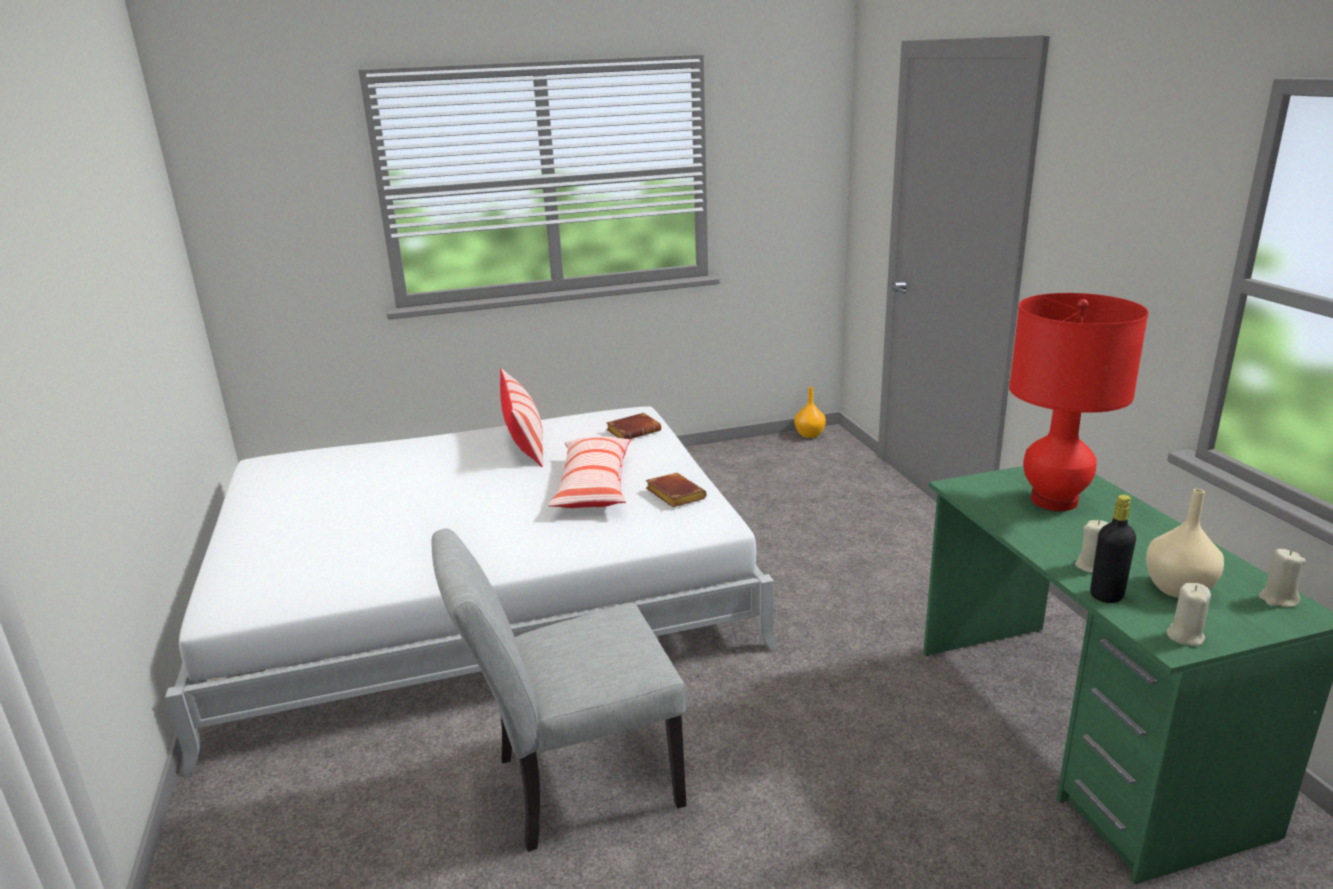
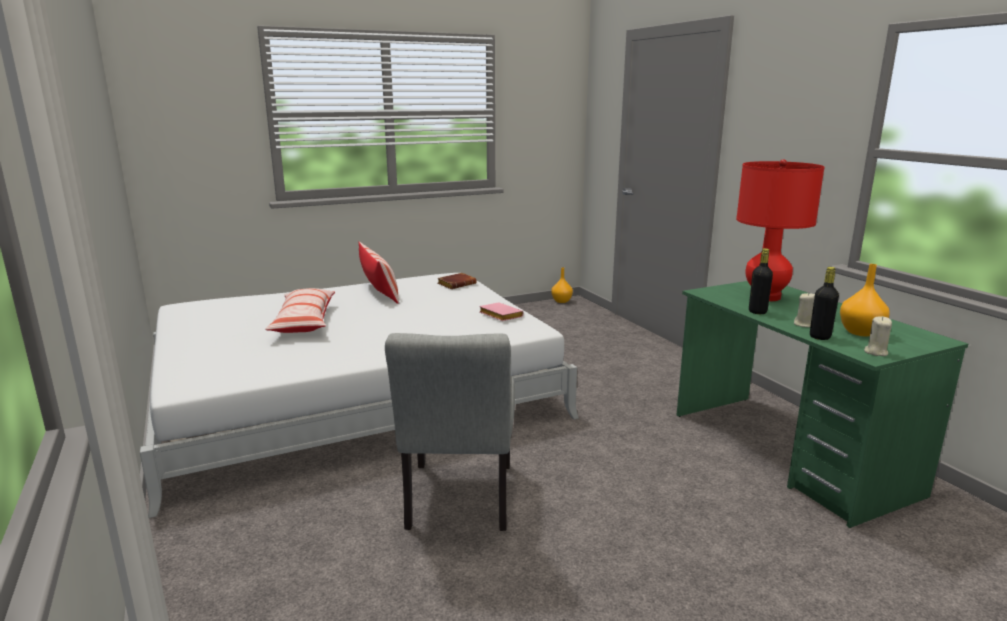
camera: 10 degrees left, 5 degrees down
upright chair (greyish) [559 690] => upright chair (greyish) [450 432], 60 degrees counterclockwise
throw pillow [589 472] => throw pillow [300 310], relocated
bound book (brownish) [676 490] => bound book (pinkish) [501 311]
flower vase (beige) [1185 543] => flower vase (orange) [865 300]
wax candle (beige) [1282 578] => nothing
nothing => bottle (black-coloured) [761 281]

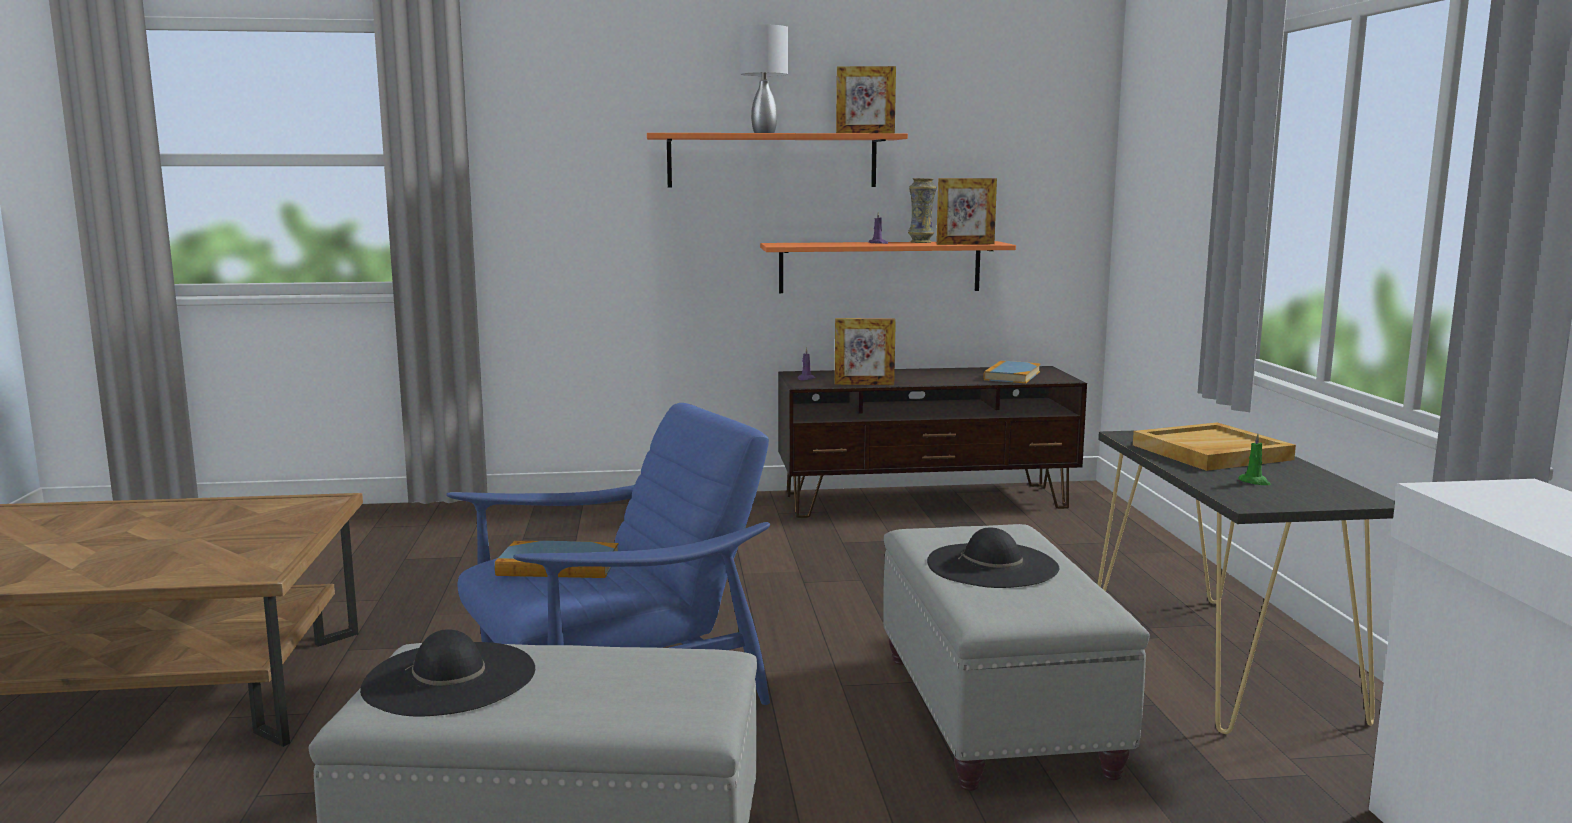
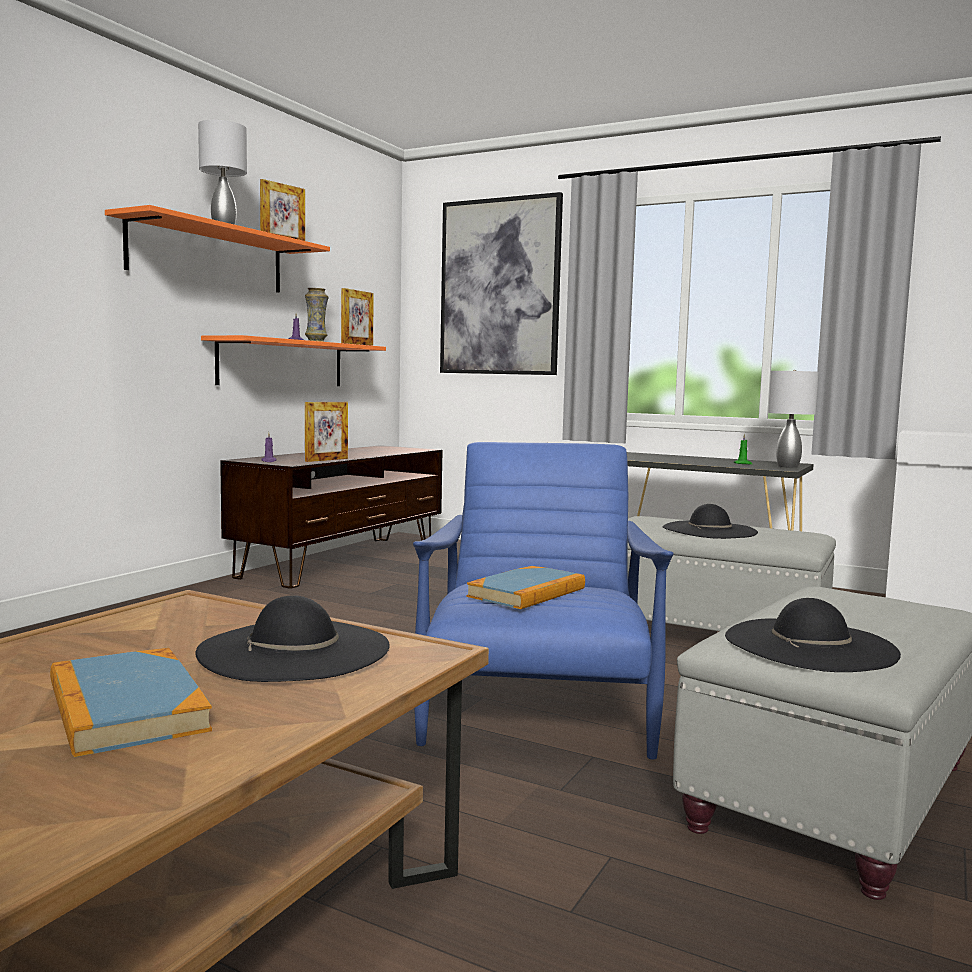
camera: 55 degrees left, 5 degrees down
bound book [1011 372] => bound book [131 702], relocated
serving tray (beige) [1214 446] => nothing
nothing => wearable hat (black-coloured) [292 638]
nothing => picture [501 283]
nothing => lamp for a table (greyish) [793 419]

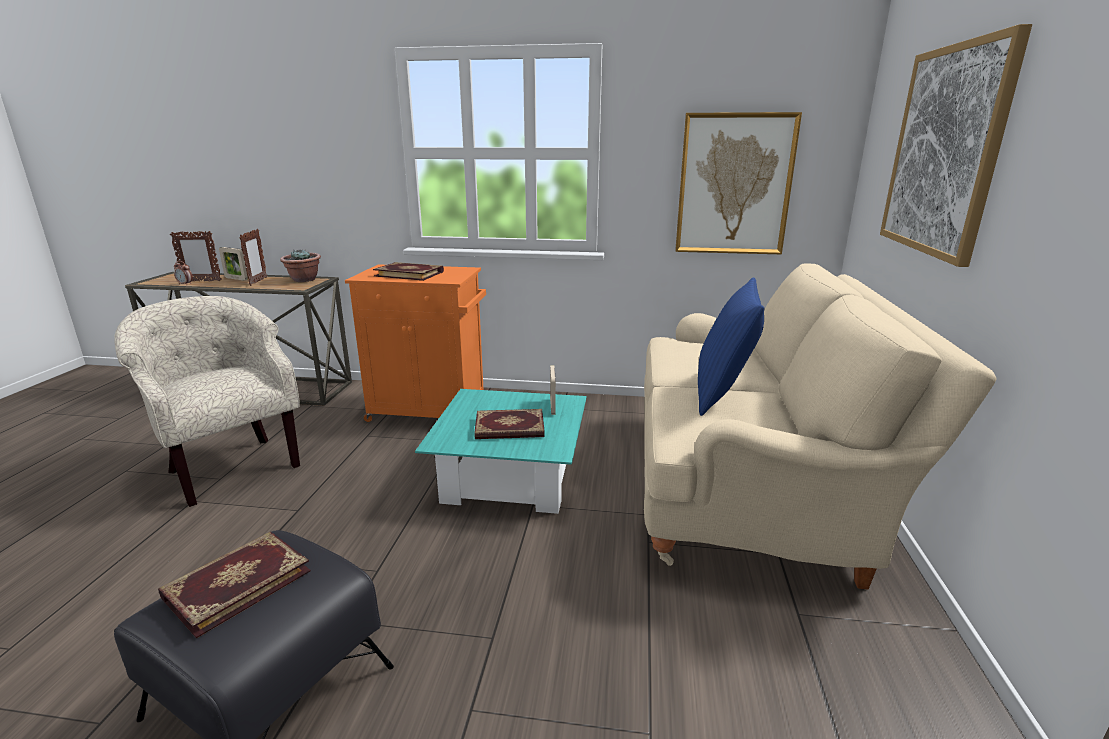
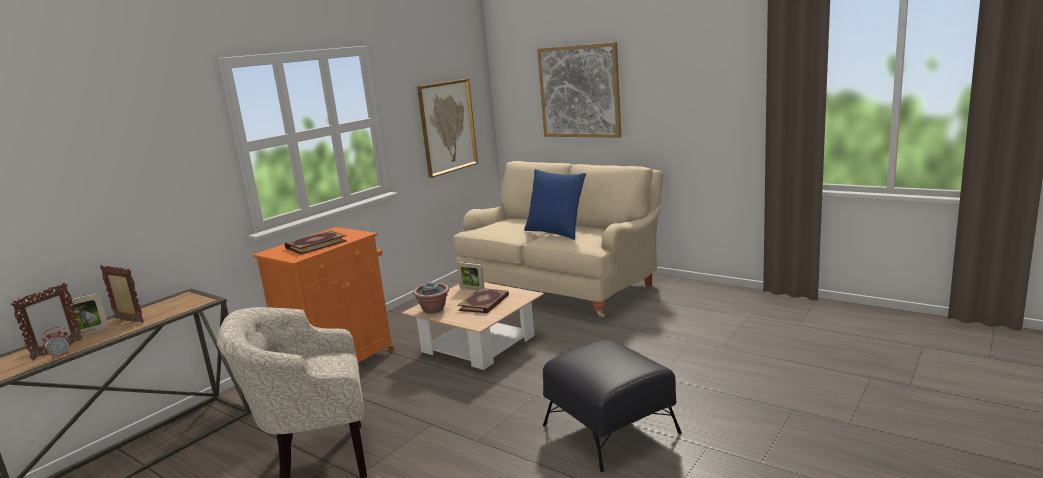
camera: 60 degrees left, 5 degrees down
bound book [234 585] => nothing
houseplant [300 265] => houseplant [431 297], relocated
coffee table (turquoise) [501 451] => coffee table (beige) [473 326]

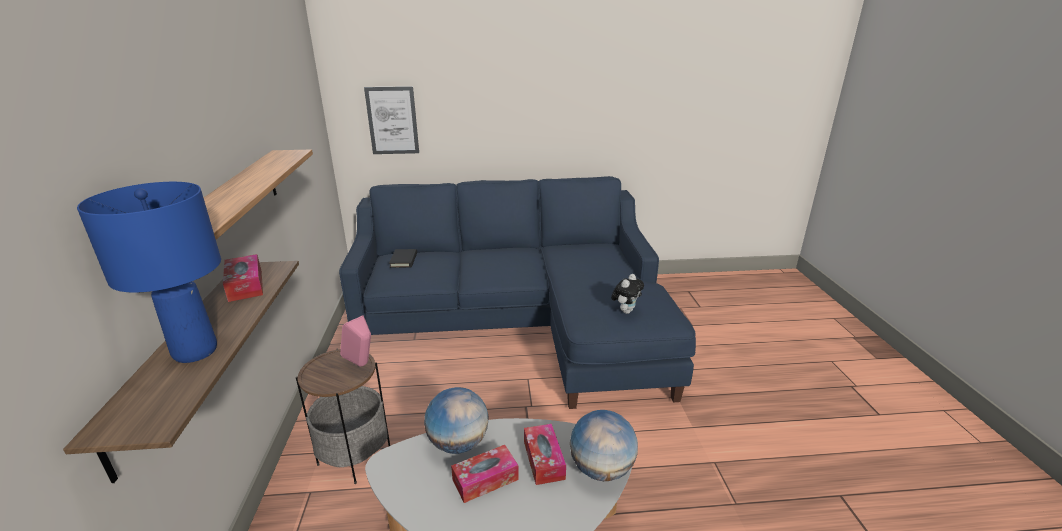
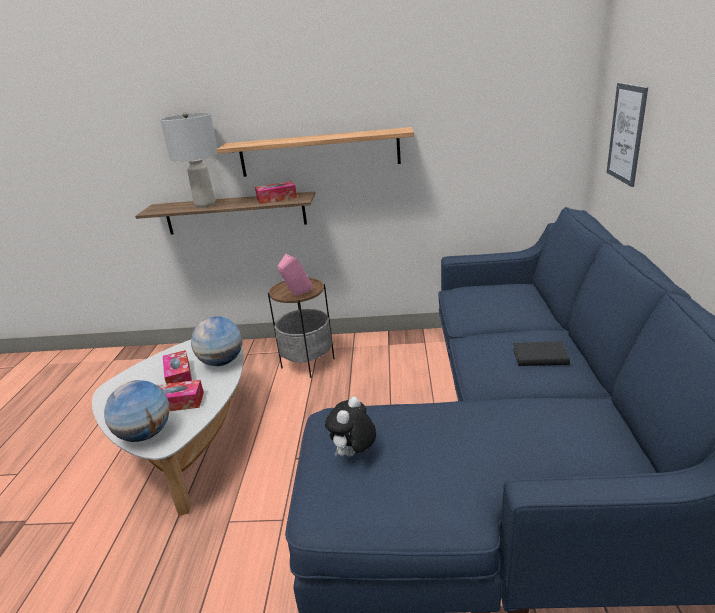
camera: 100 degrees right, 0 degrees up
lamp for a table (blue) [149 272] => lamp for a table (greyish) [189 160]
bound book (black-coloured) [403 258] => bound book (black-coloured) [541 353], relocated
cuddly toy [627 294] => cuddly toy [350 426], 75 degrees clockwise

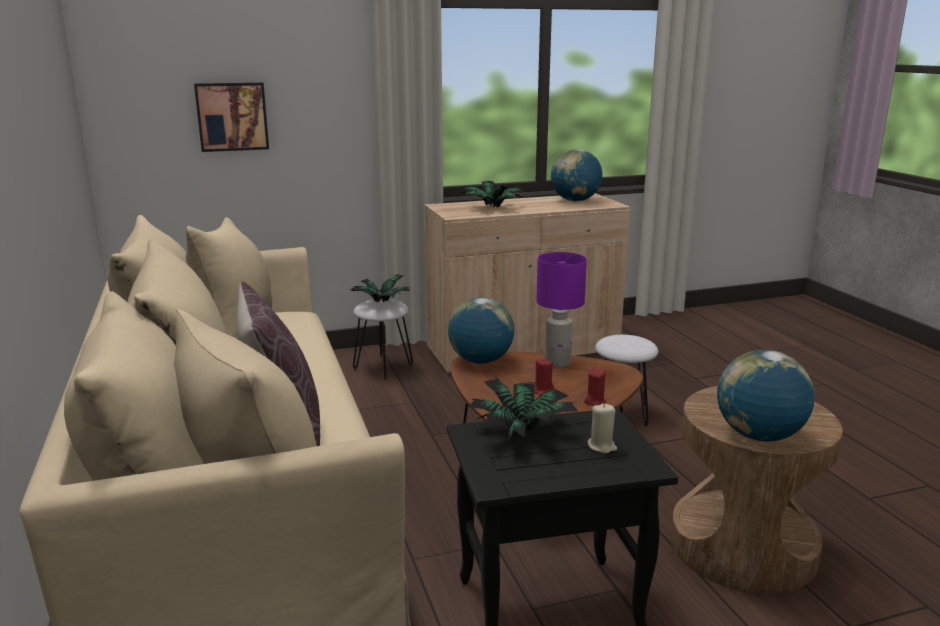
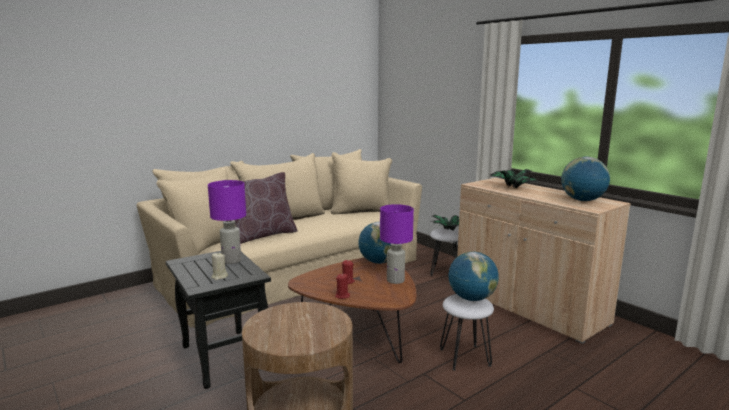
camera: 70 degrees right, 5 degrees down
picture [231 117] => nothing
houseplant [522 409] => lamp for a table (purple-coloured) [227 222]
globe [766 395] => globe [473 276], relocated

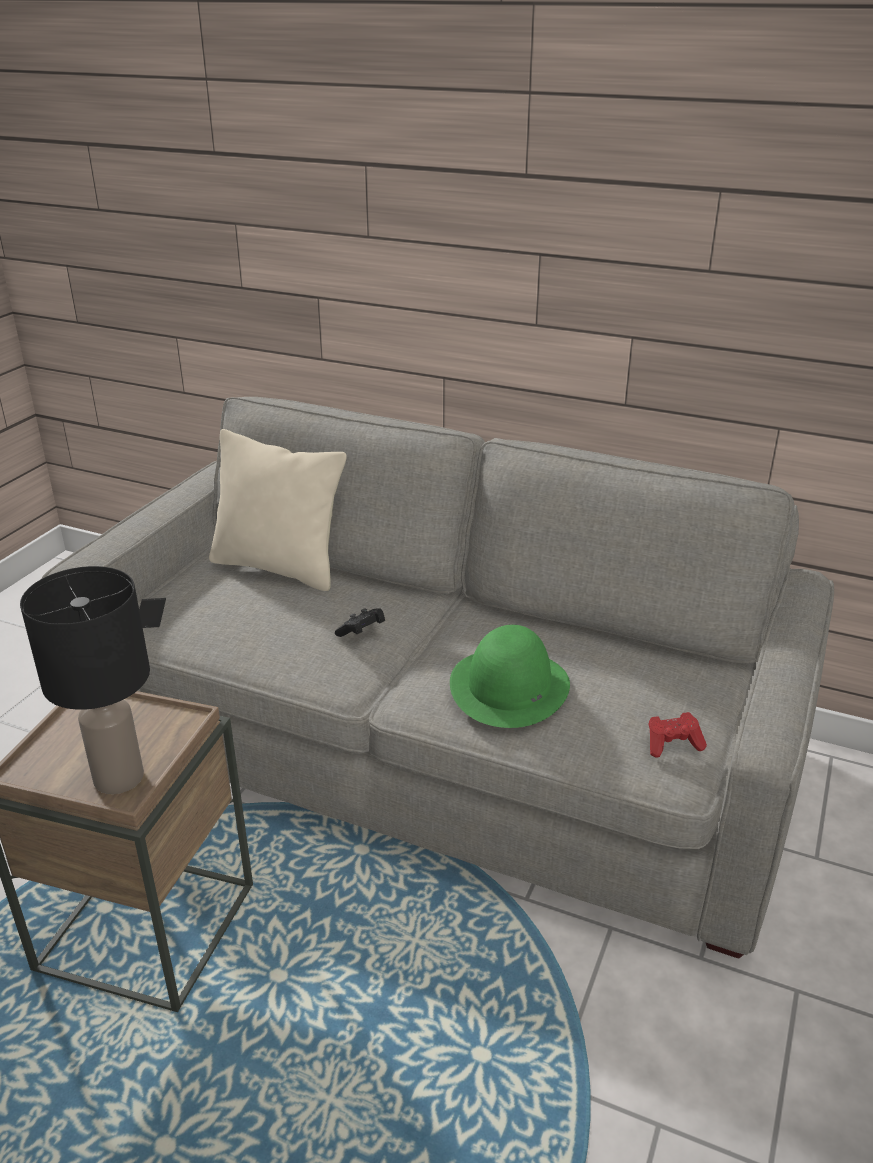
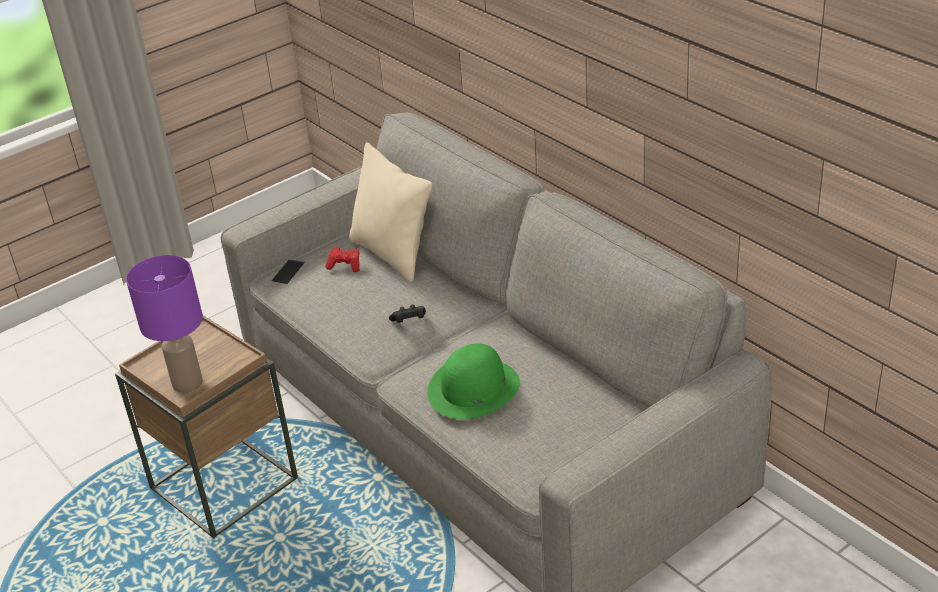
camera: 30 degrees right, 5 degrees up
lamp for a table (black-coloured) [85 680] => lamp for a table (purple-coloured) [164 324]
joypad (reddish) [677 735] => joypad (reddish) [342 259], relocated

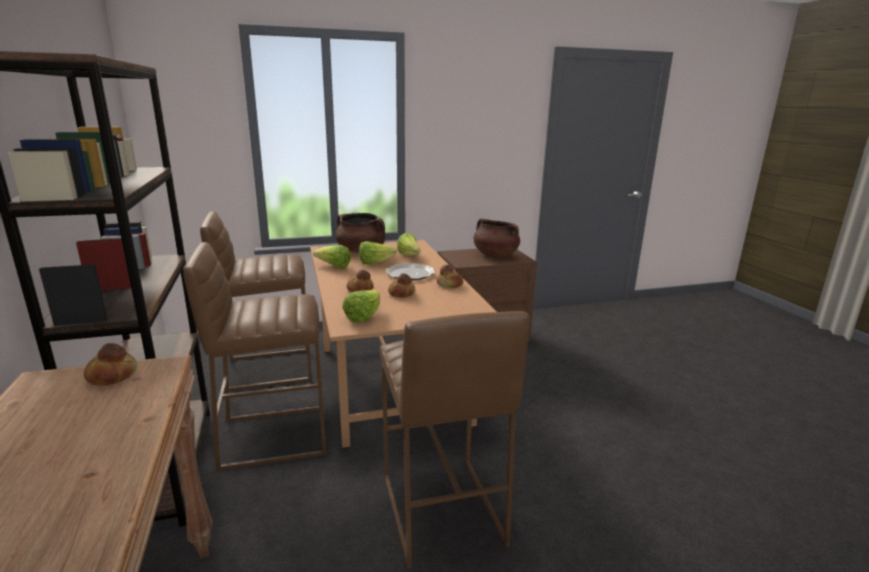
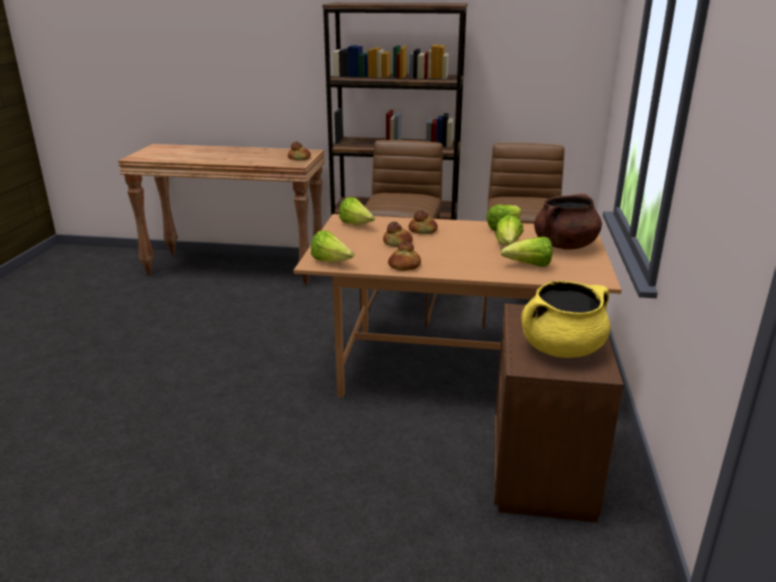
camera: 115 degrees right, 5 degrees up
sitting stool (brownish) [455 440] => nothing
plate [410 272] => nothing
cooking pot (brownish) [496 238] => cooking pot (yellowish) [565 319]
nothing => lettuce head [332 246]

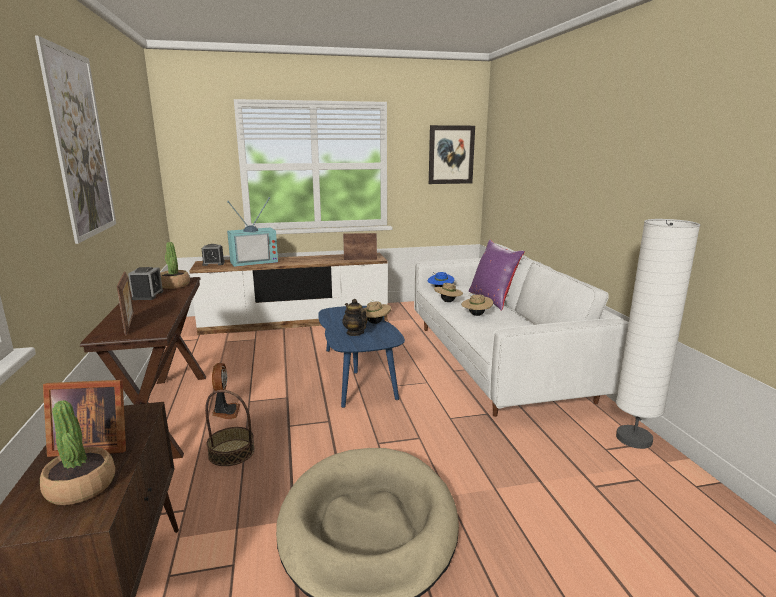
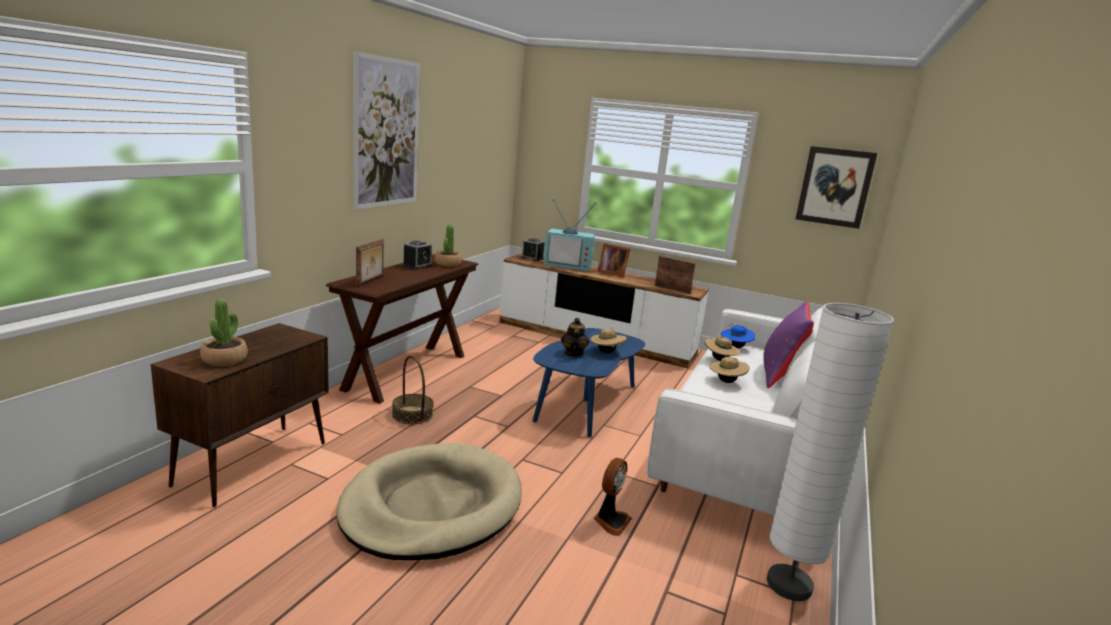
camera: 35 degrees right, 0 degrees up
picture frame [84 418] => picture frame [613 260], relocated
fan [226 391] => fan [612 497], relocated

